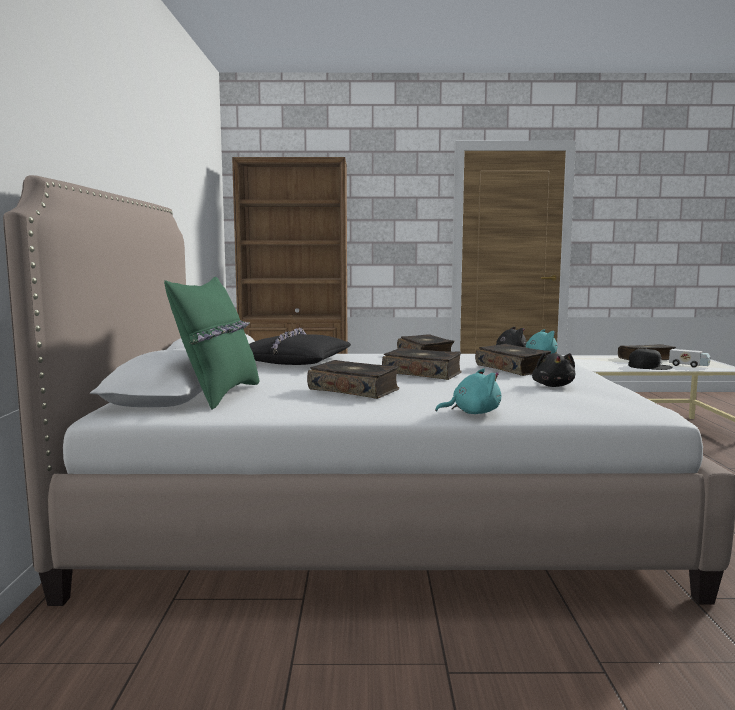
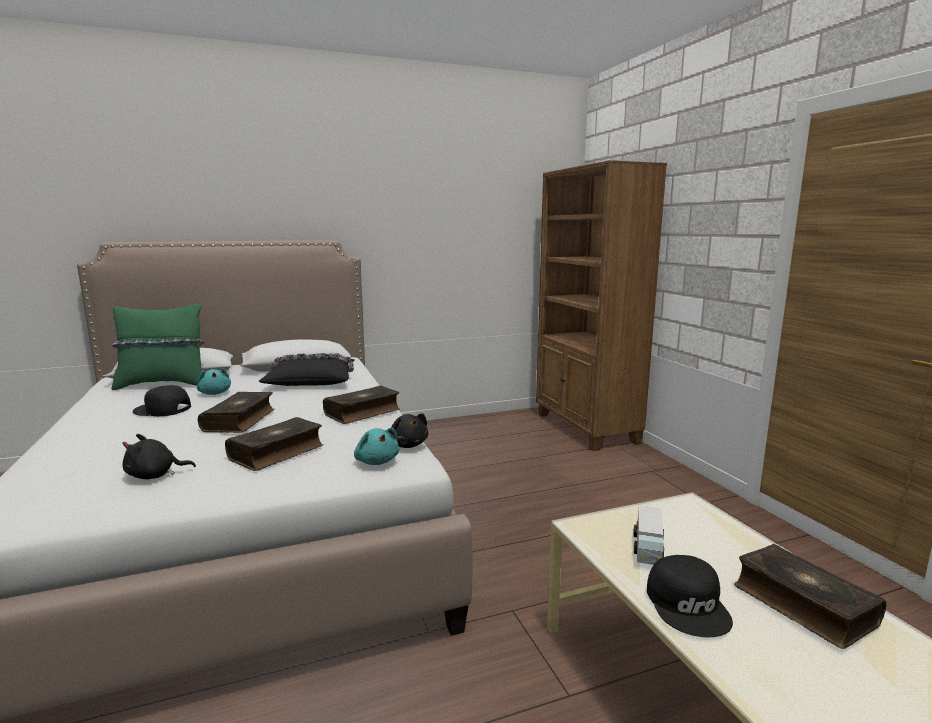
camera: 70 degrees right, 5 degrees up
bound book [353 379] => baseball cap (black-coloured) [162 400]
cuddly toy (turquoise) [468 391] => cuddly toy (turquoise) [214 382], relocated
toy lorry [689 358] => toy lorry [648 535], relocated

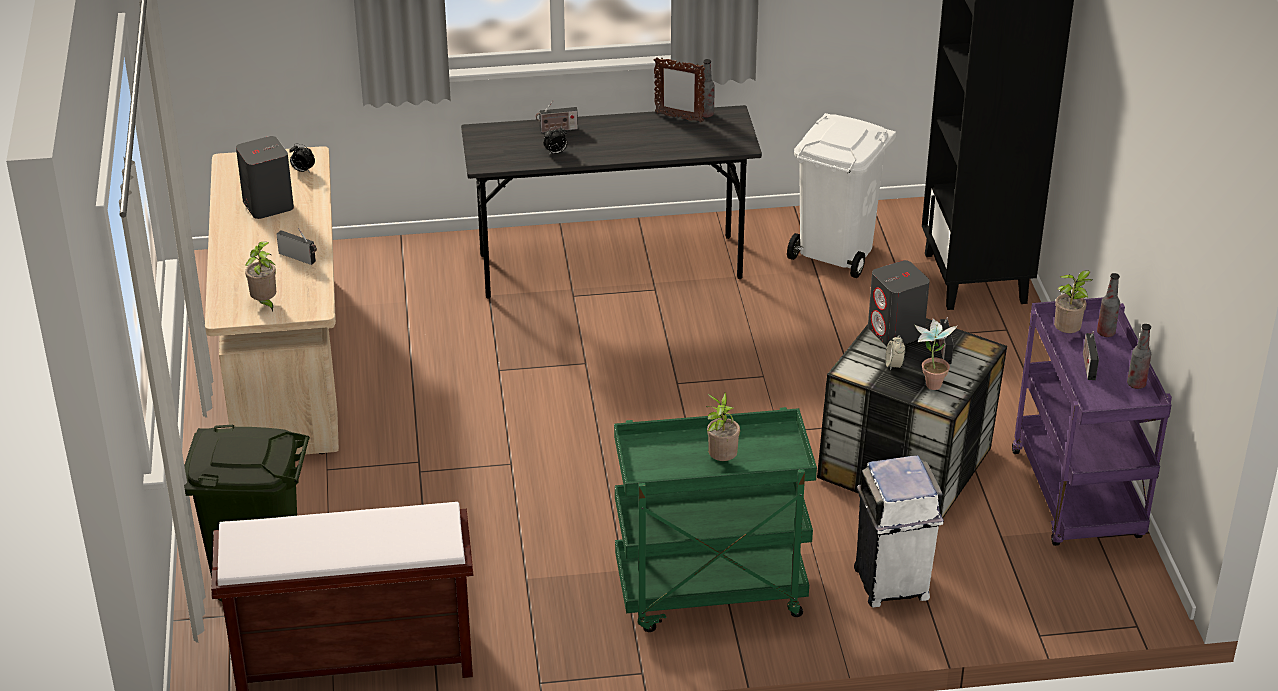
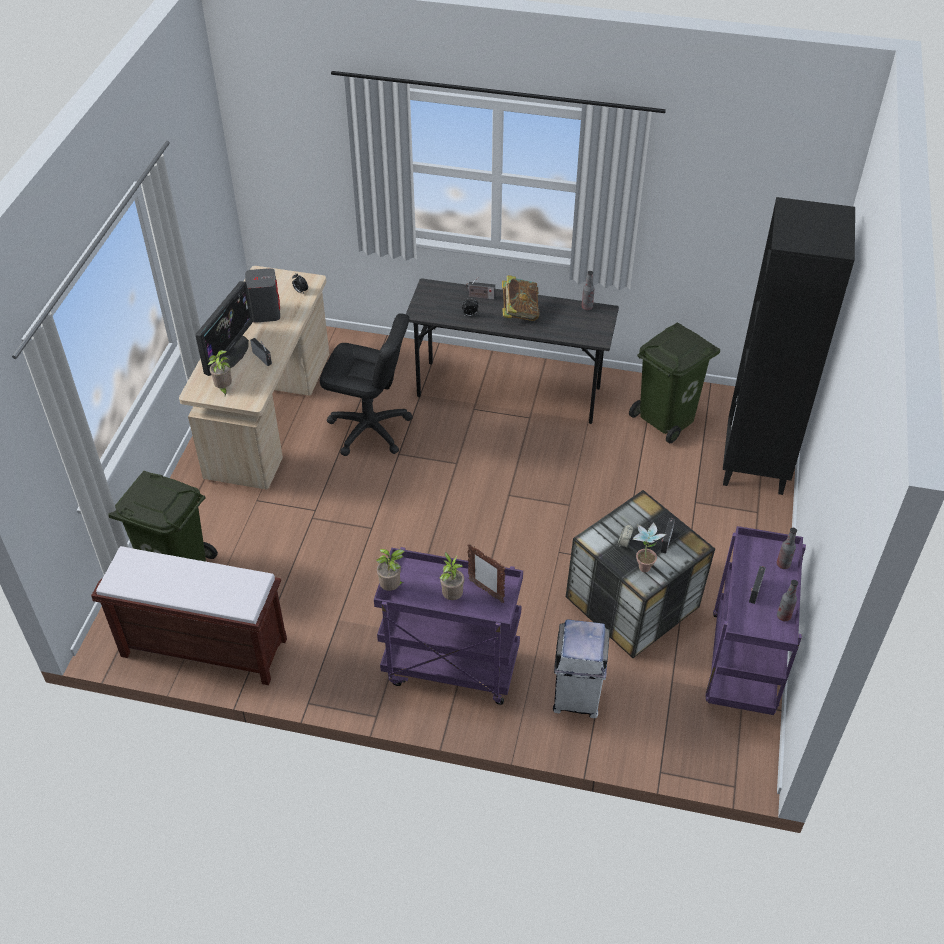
camera: 20 degrees right, 10 degrees up
wheeled cart (green-coloured) [715 519] => wheeled cart (purple-coloured) [448 626]
picture frame [679 90] => picture frame [486 573], relocated
trash can (white-coloured) [841 195] => trash can (green-coloured) [674 382]
speaker (greyish) [899 303] => nothing
houseplant [1073 301] => houseplant [390 570], relocated
nothing => monitor [224 328]
nothing => office chair (black-coloured) [366 384]
nothing => bound book [521 298]

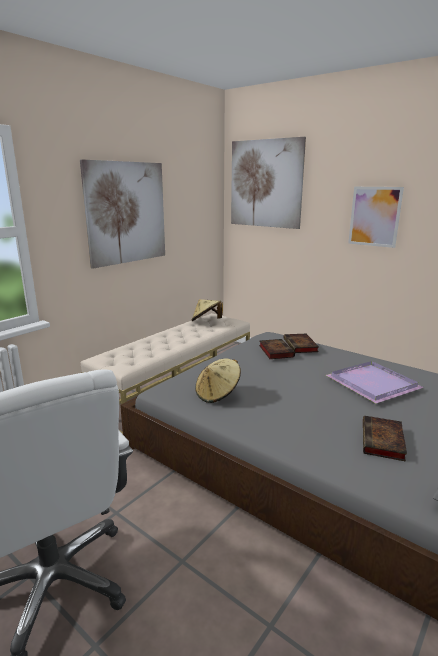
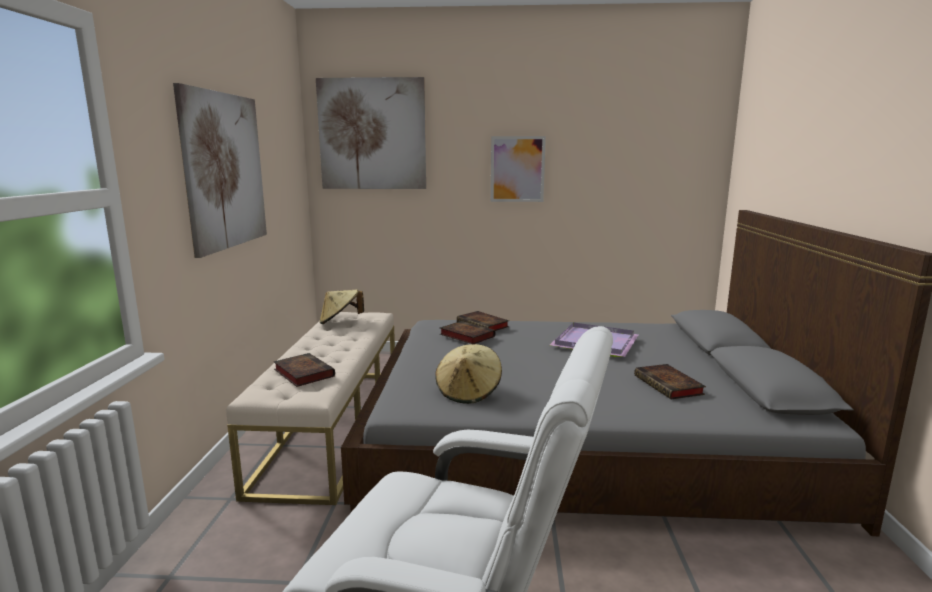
camera: 35 degrees left, 5 degrees down
nothing => bound book [304 370]

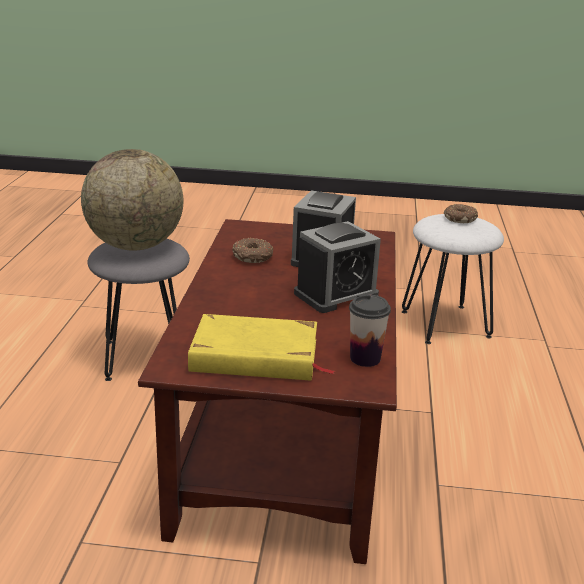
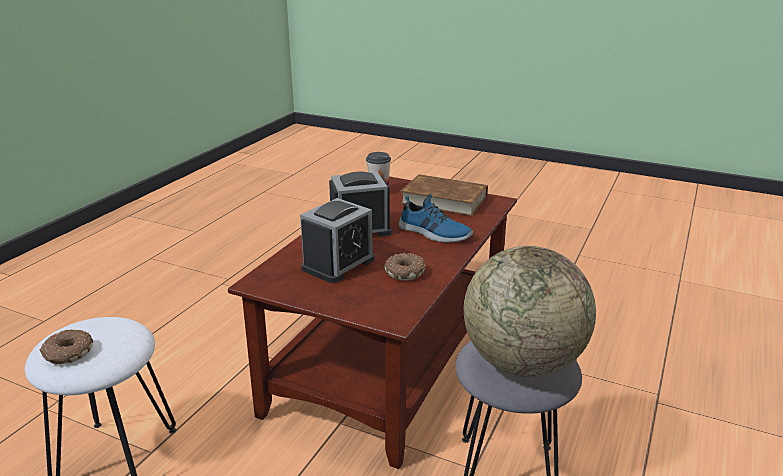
camera: 160 degrees left, 0 degrees up
bound book (yellowish) [261 347] => bound book (brownish) [444 195]
nothing => item of footwear [436 218]

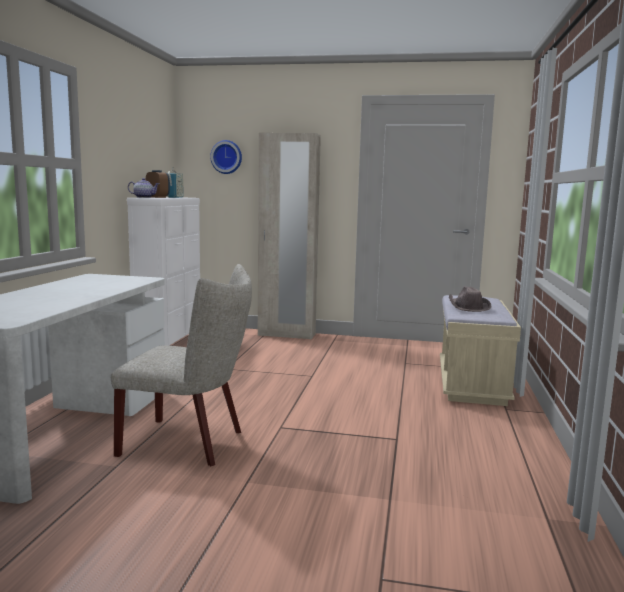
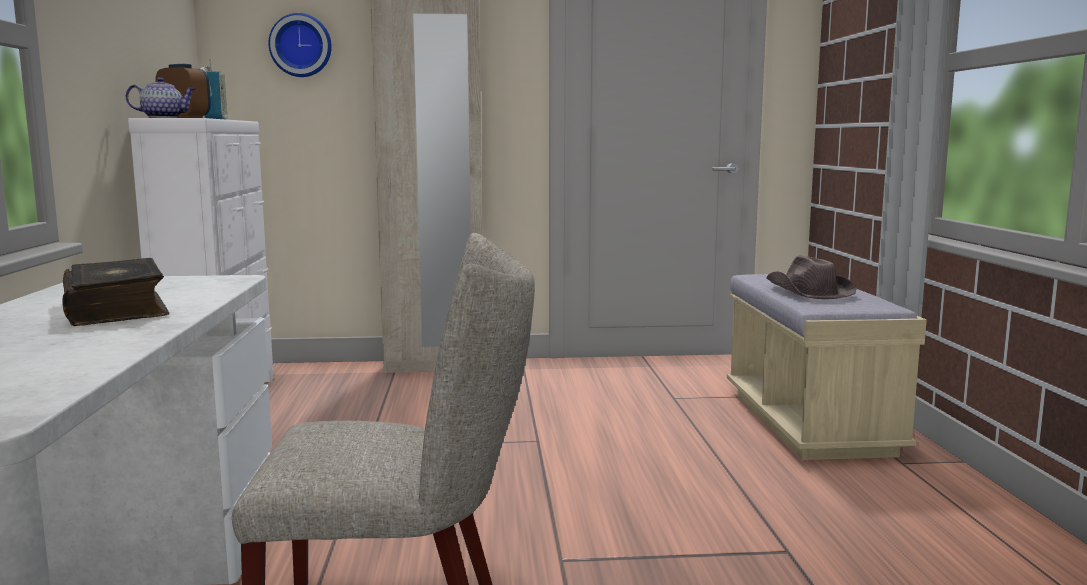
camera: 15 degrees left, 0 degrees up
nothing => bound book [116 292]

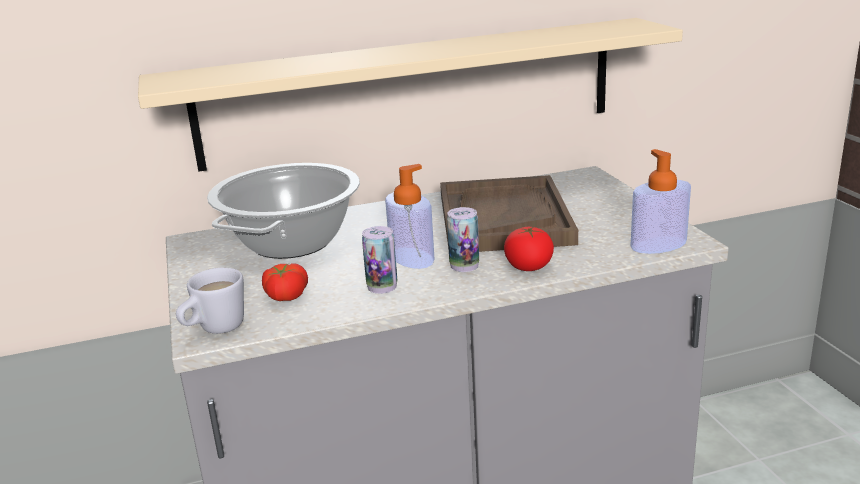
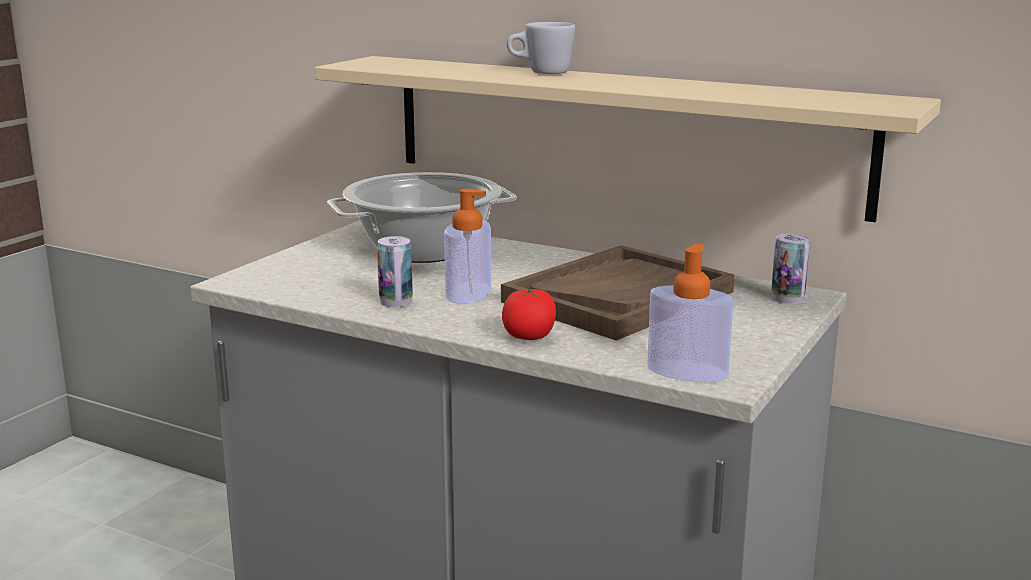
camera: 45 degrees right, 5 degrees down
tea mug (white-coloured) [210 300] => tea mug (white-coloured) [540 48], relocated
tomato [285 282] => nothing
can [463 239] => can [790 269], relocated

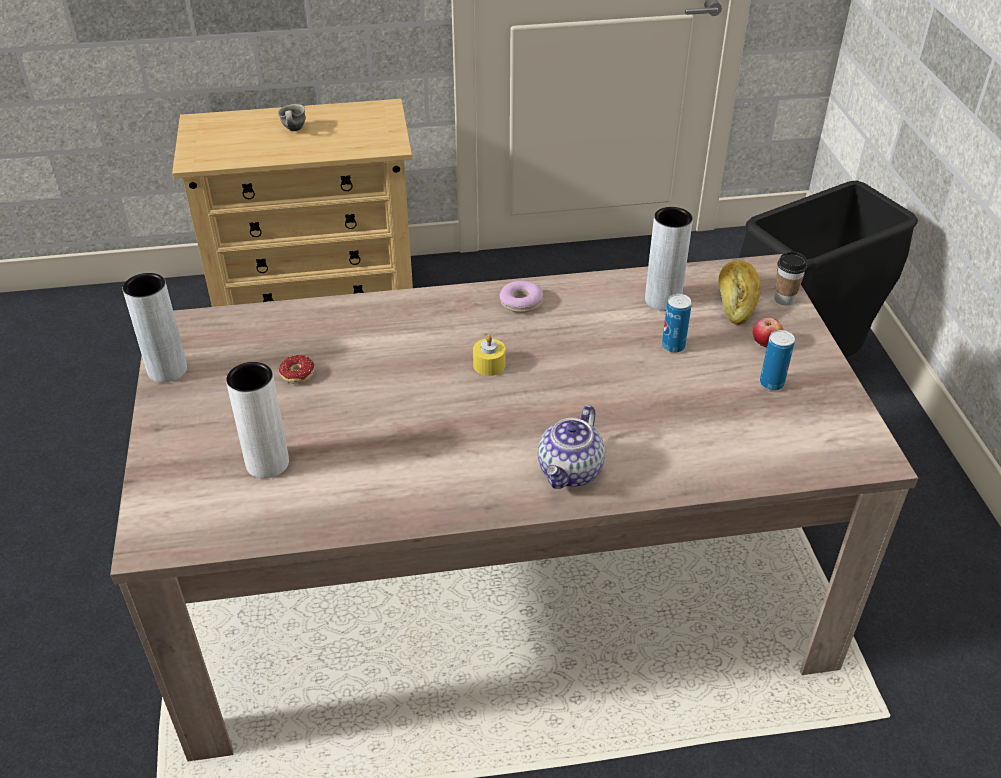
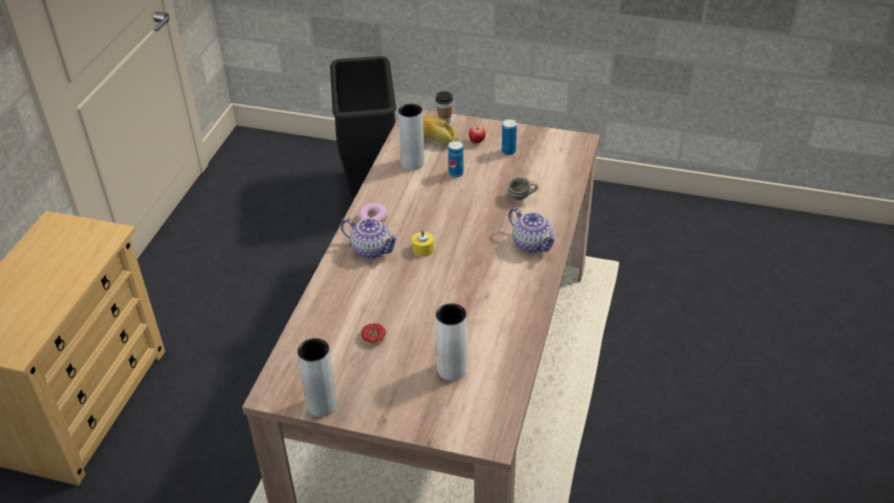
camera: 65 degrees left, 0 degrees up
tea mug (greyish) [292 117] => tea mug (greyish) [522 188], relocated
nothing => pot for tea [370 238]

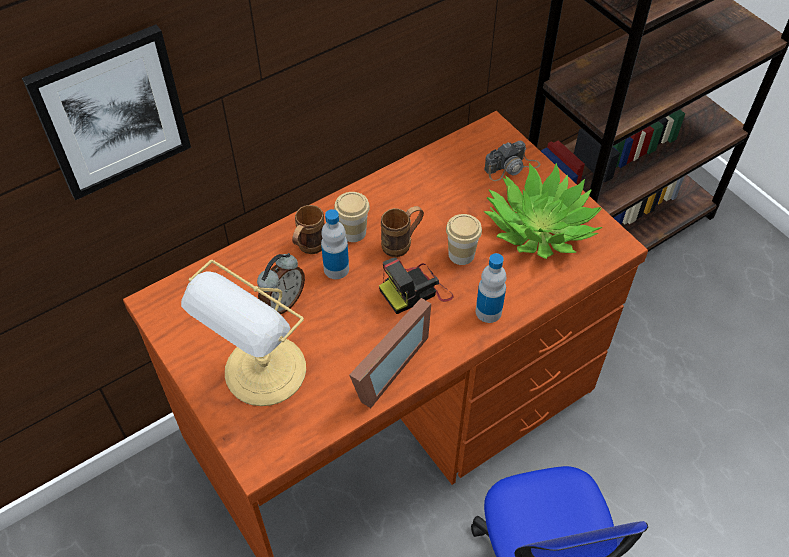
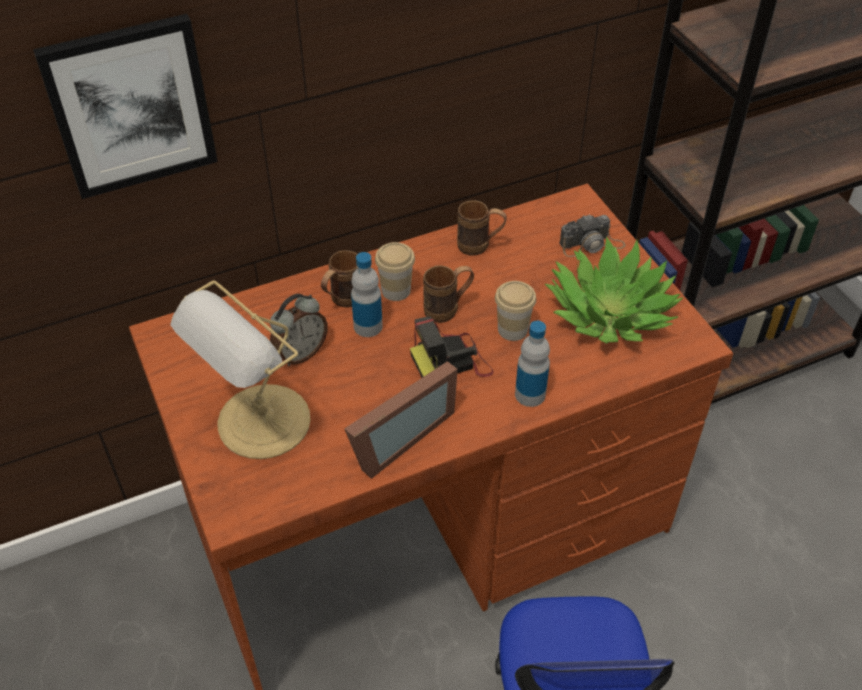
camera: 10 degrees right, 5 degrees down
nothing => tea mug (brownish) [482 228]

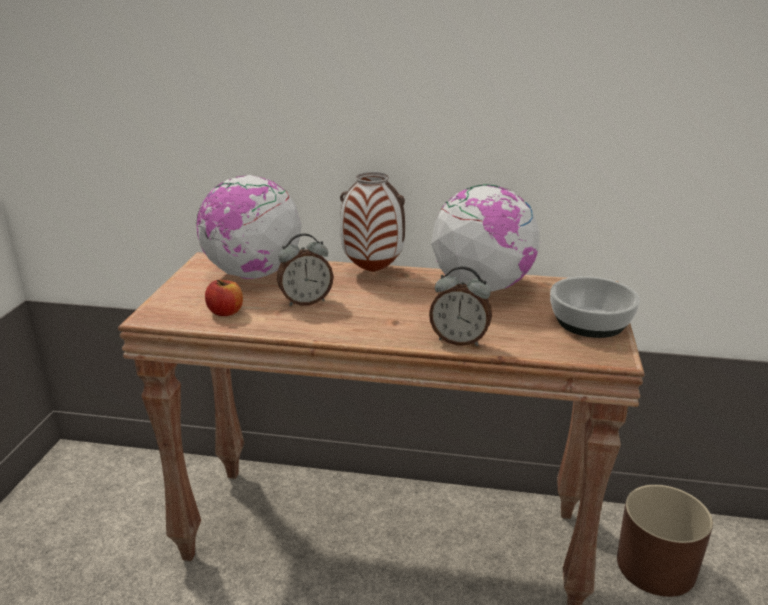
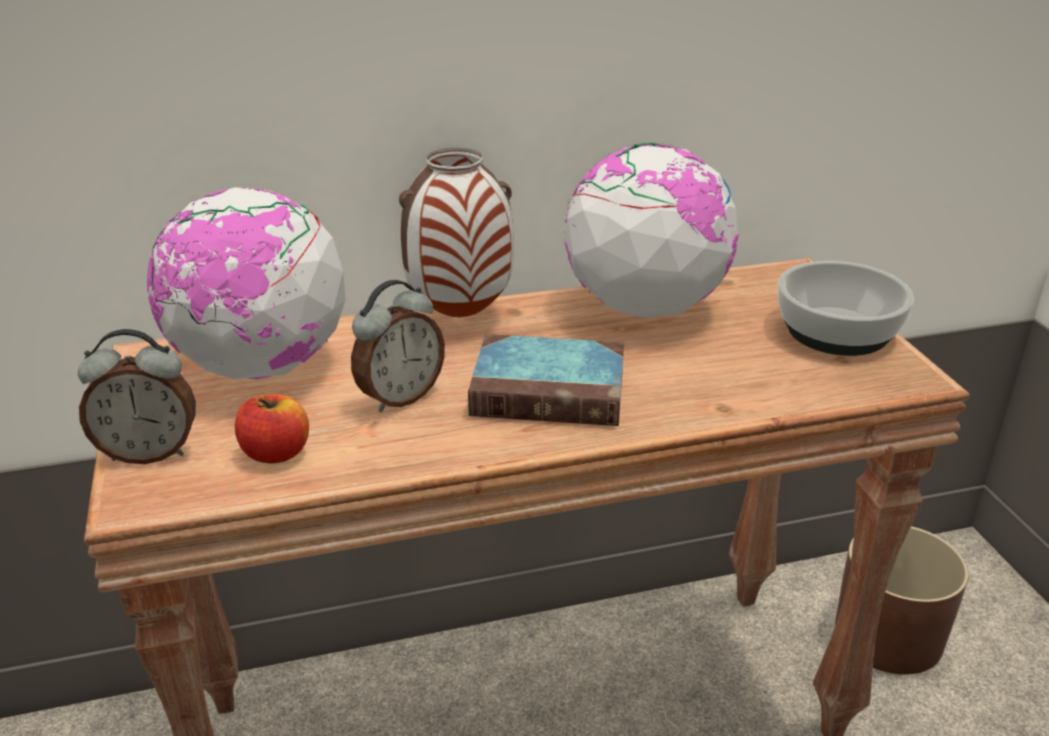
camera: 25 degrees left, 5 degrees up
bedside clock [460 306] => bedside clock [137 396], relocated
nothing => bound book [546 380]

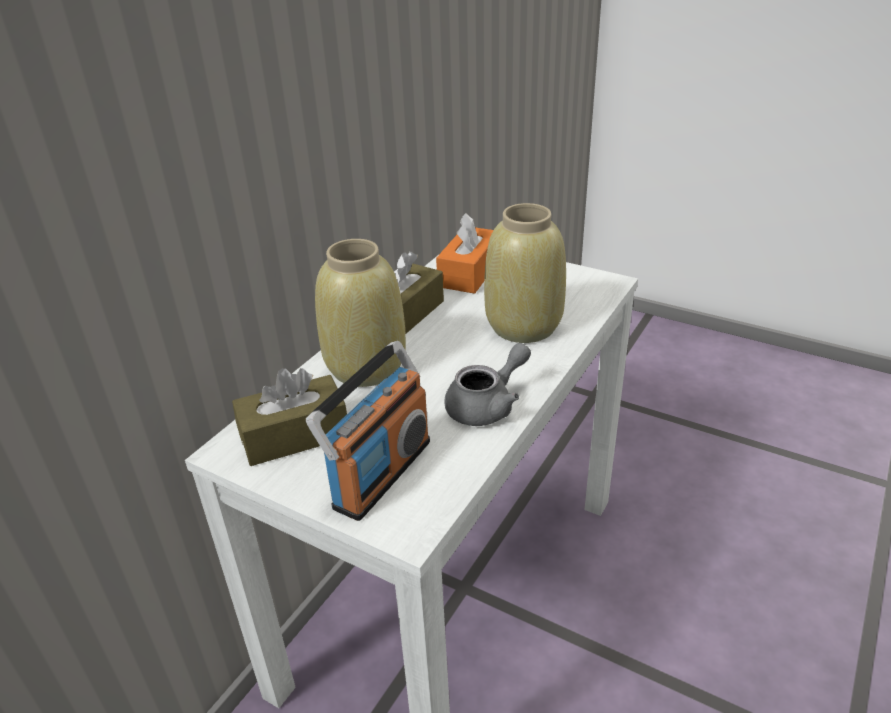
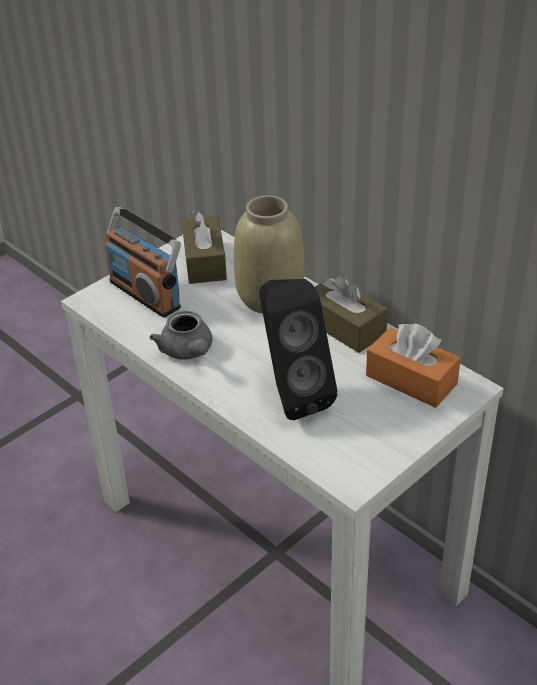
camera: 105 degrees right, 5 degrees up
flower vase (beige) [525 273] => speaker (black-coloured) [298 349]

